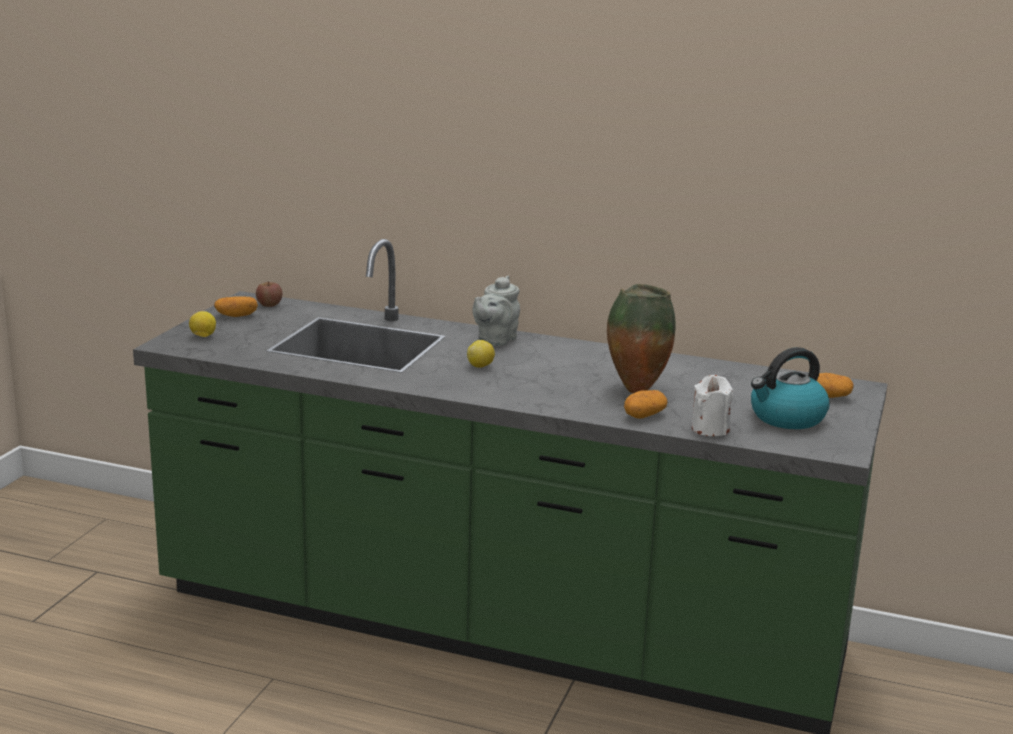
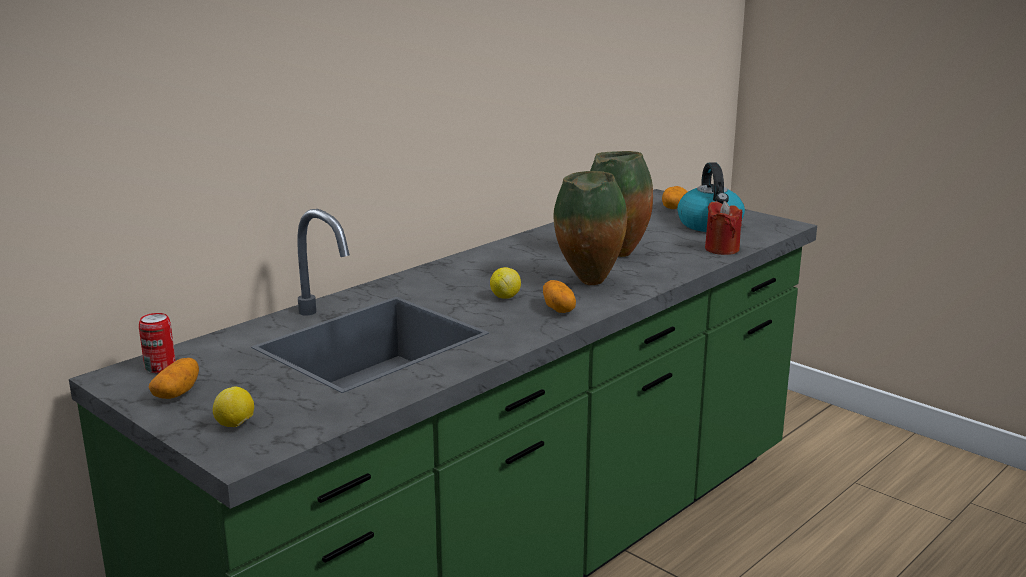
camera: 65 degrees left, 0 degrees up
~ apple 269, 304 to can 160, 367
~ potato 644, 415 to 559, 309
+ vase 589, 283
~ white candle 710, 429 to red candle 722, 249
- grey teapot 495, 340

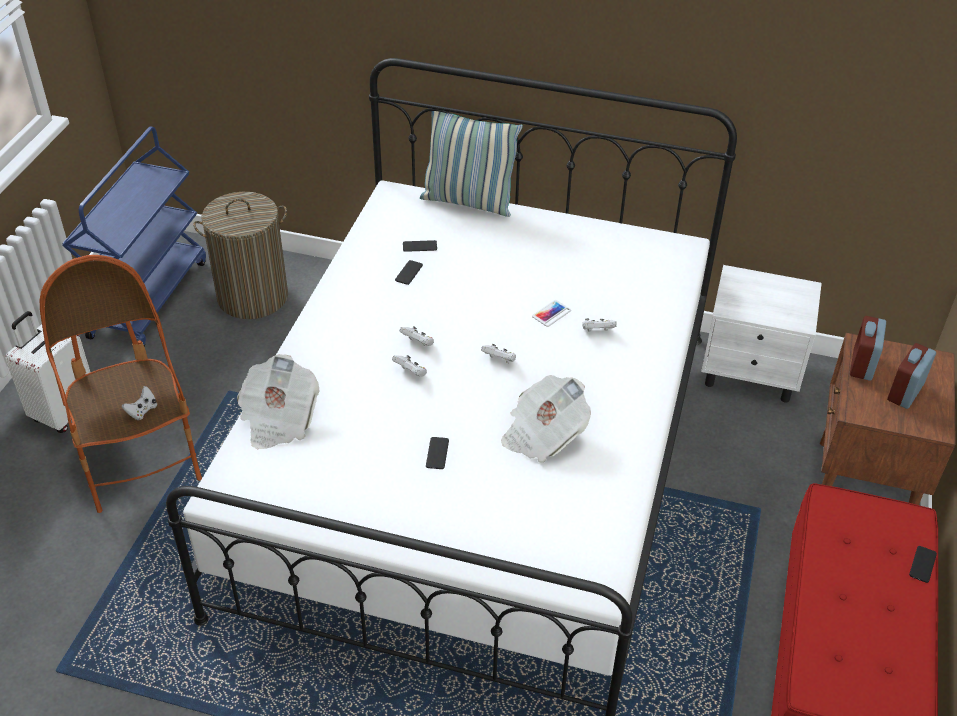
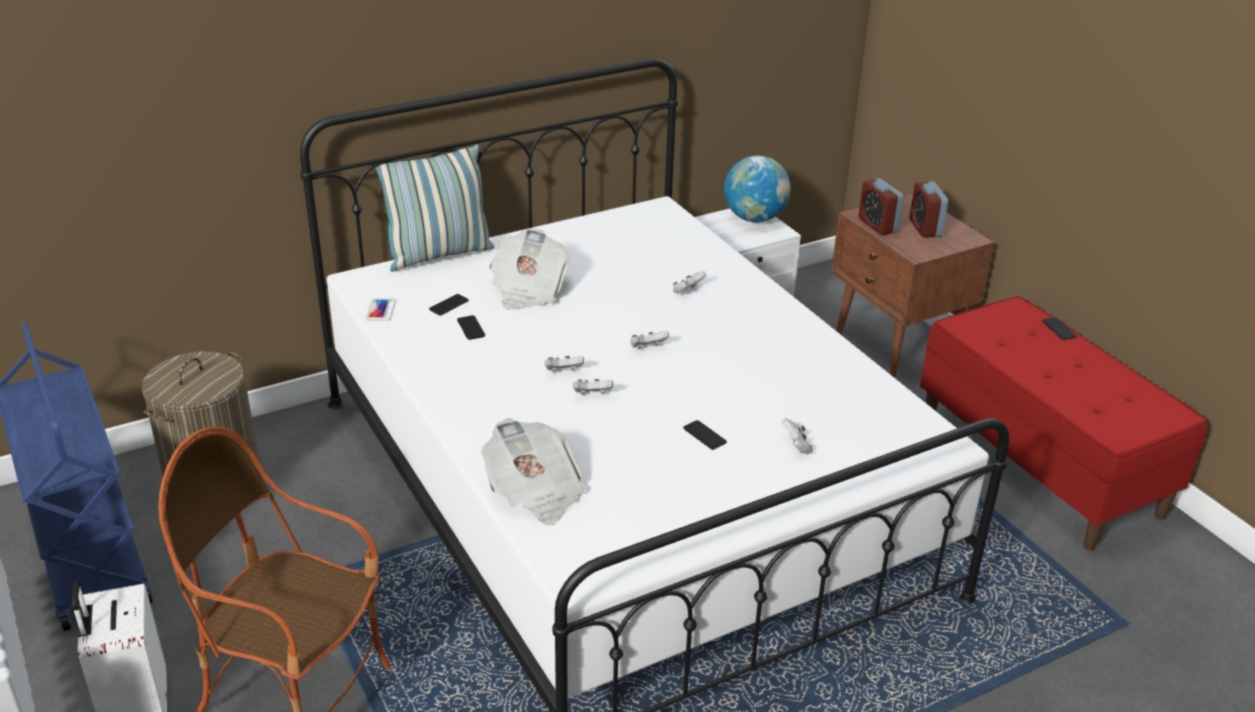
camera: 45 degrees left, 10 degrees down
~ phone 551, 313 to 380, 310
~ newspaper 543, 434 to 528, 290
+ globe 754, 218
~ white game controller 142, 411 to 796, 446

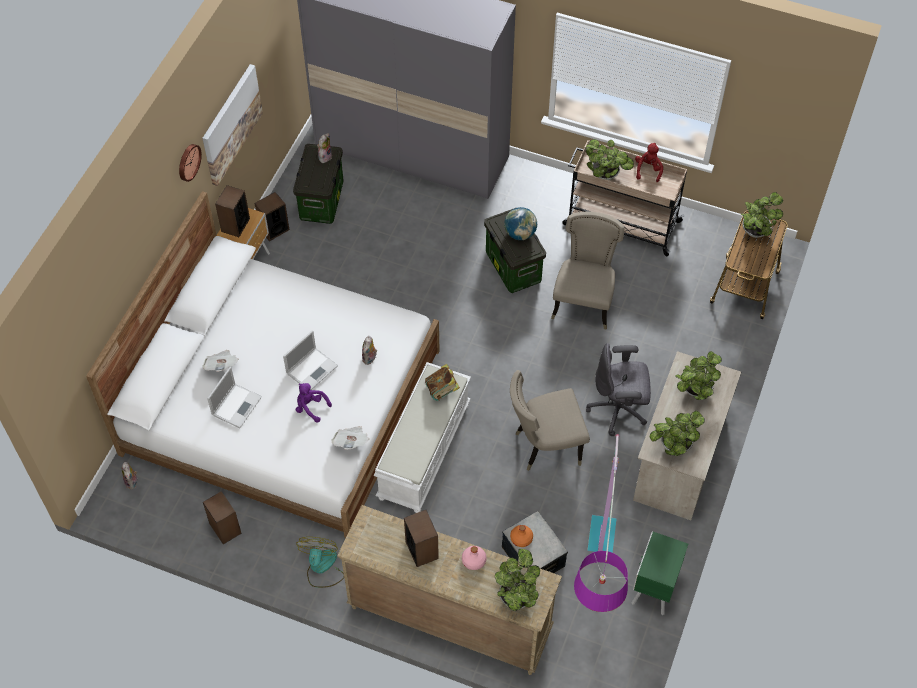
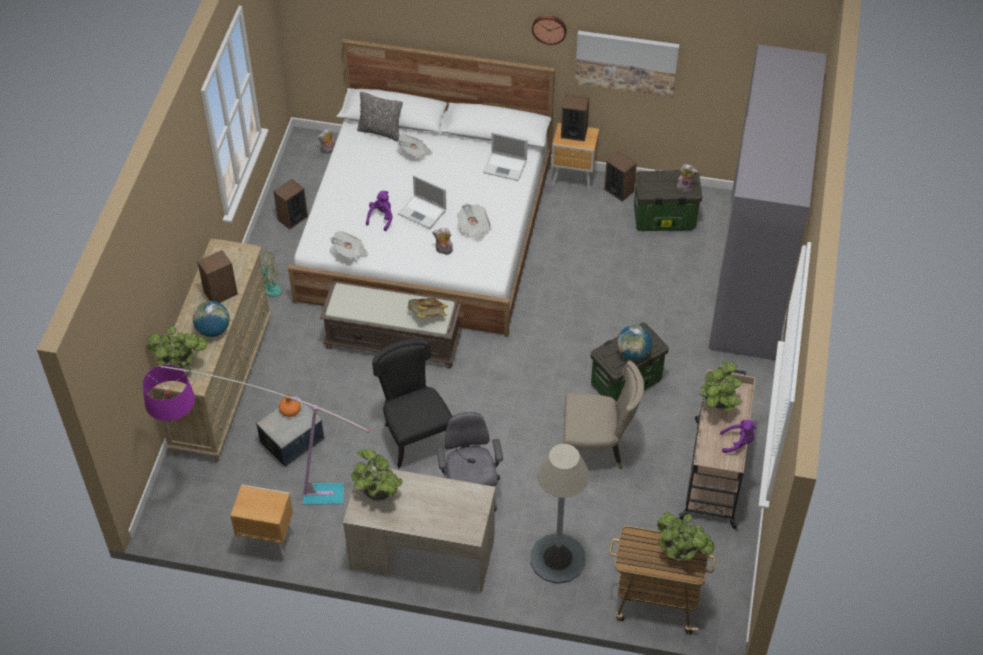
camera: 80 degrees right, 5 degrees down
~ pink bottle 473, 560 to globe 213, 330
~ green nightstand 653, 591 to brown nightstand 267, 542
~ white bench 423, 450 to brown bench 394, 341
+ pillow 380, 132
~ beige chair 544, 446 to black chair 415, 435
+ newspaper 474, 229
~ laptop 237, 405 to 506, 166
+ grey floor lamp 557, 559
~ red plush toy 648, 170 to purple plush toy 738, 442
- potted plant 694, 391

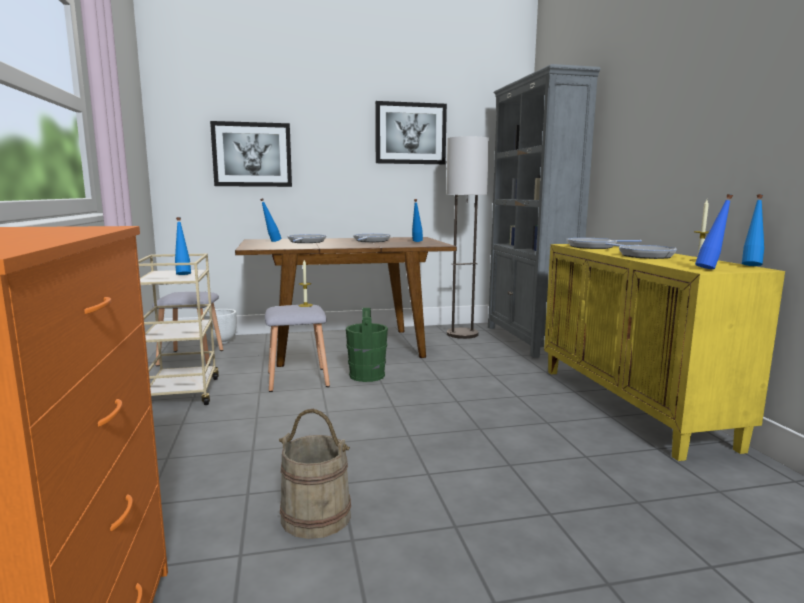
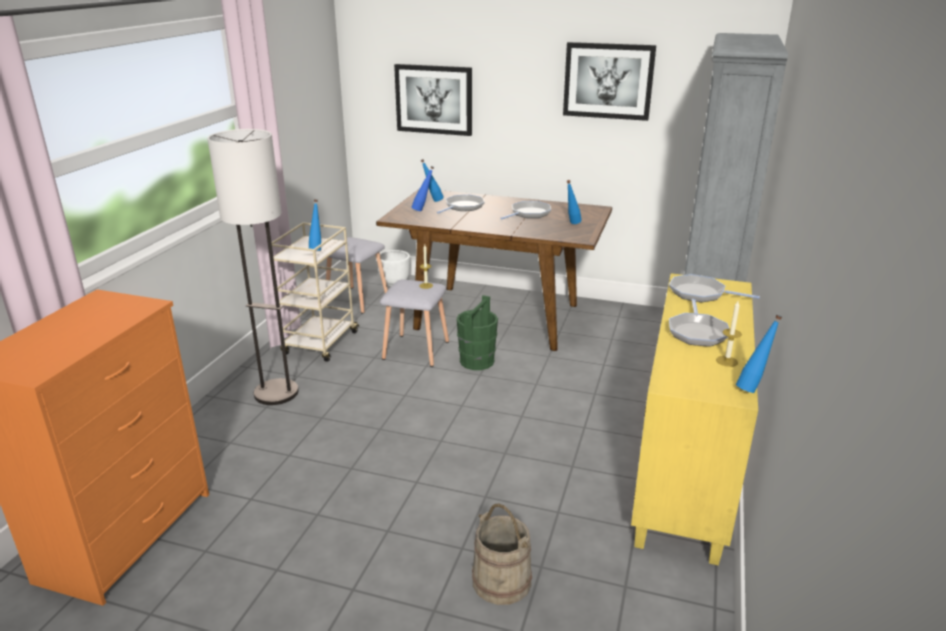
camera: 30 degrees right, 15 degrees up
~ floor lamp 462, 334 to 276, 393
~ blue bottle 711, 268 to 423, 210
~ beige bucket 316, 516 to 502, 581

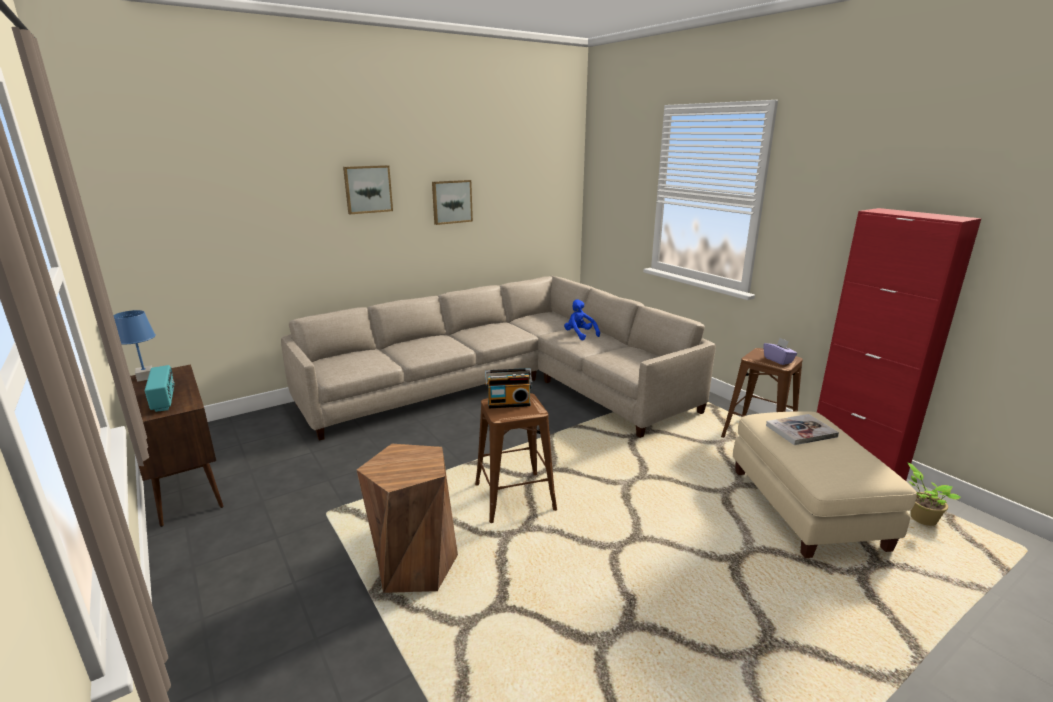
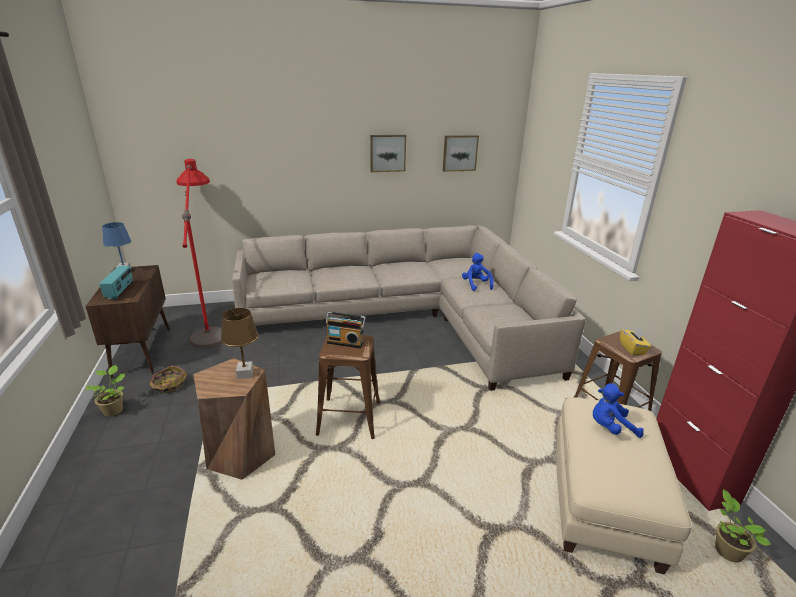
camera: 20 degrees right, 5 degrees up
+ potted plant 114, 410
+ basket 168, 385
+ red floor lamp 211, 326
+ brown table lamp 245, 373
~ picture 367, 189 to 459, 153
~ book 801, 431 to blue plush toy 610, 428
~ purple tissue box 778, 360 to yellow tissue box 632, 349

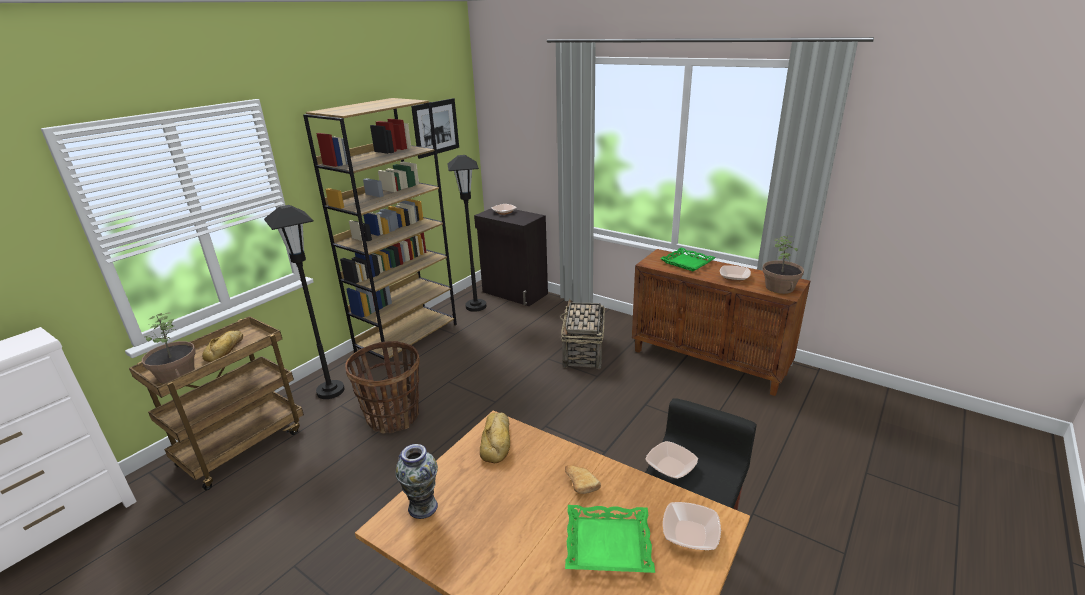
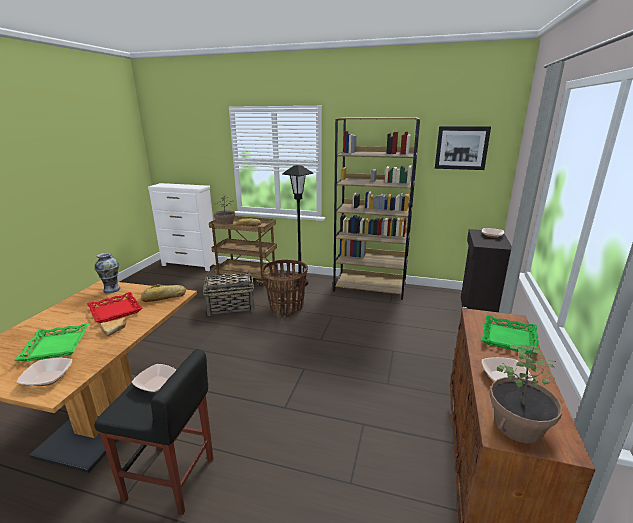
camera: 70 degrees right, 5 degrees down
+ red tray 116, 311
~ basket 583, 352 to 230, 307
- black floor lamp 476, 306

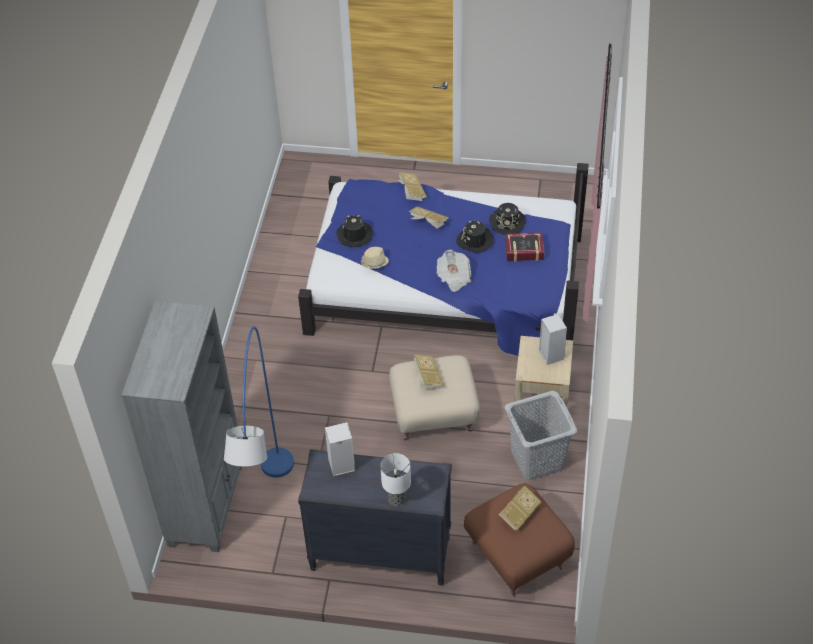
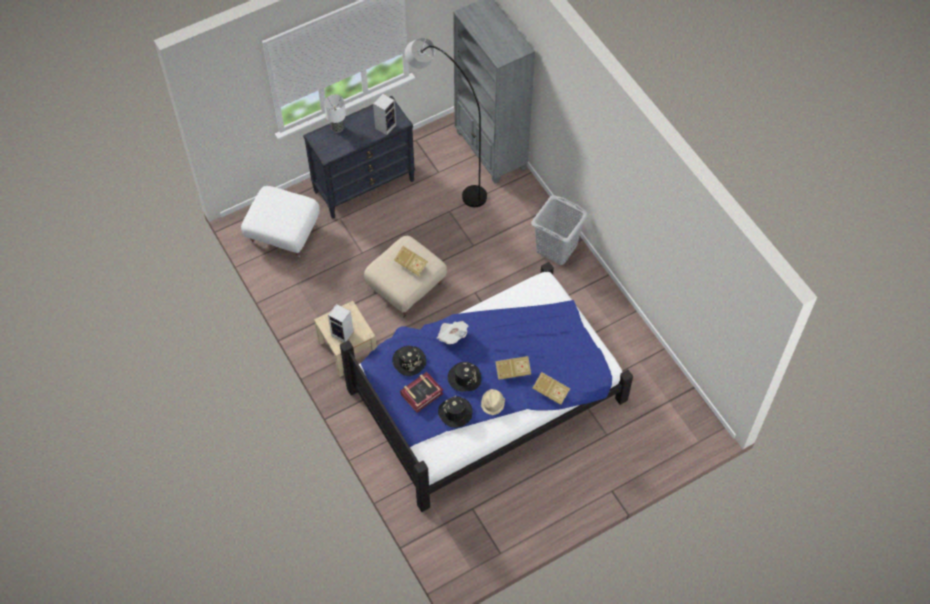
camera: 140 degrees right, 10 degrees up
~ brown ottoman 517, 556 to white ottoman 283, 234
~ black hat 354, 235 to 409, 361
~ blue floor lamp 272, 517 to grey floor lamp 446, 167
~ beige hat 374, 263 to 493, 403
~ grey laundry basket 536, 459 to 557, 248
- book 518, 514

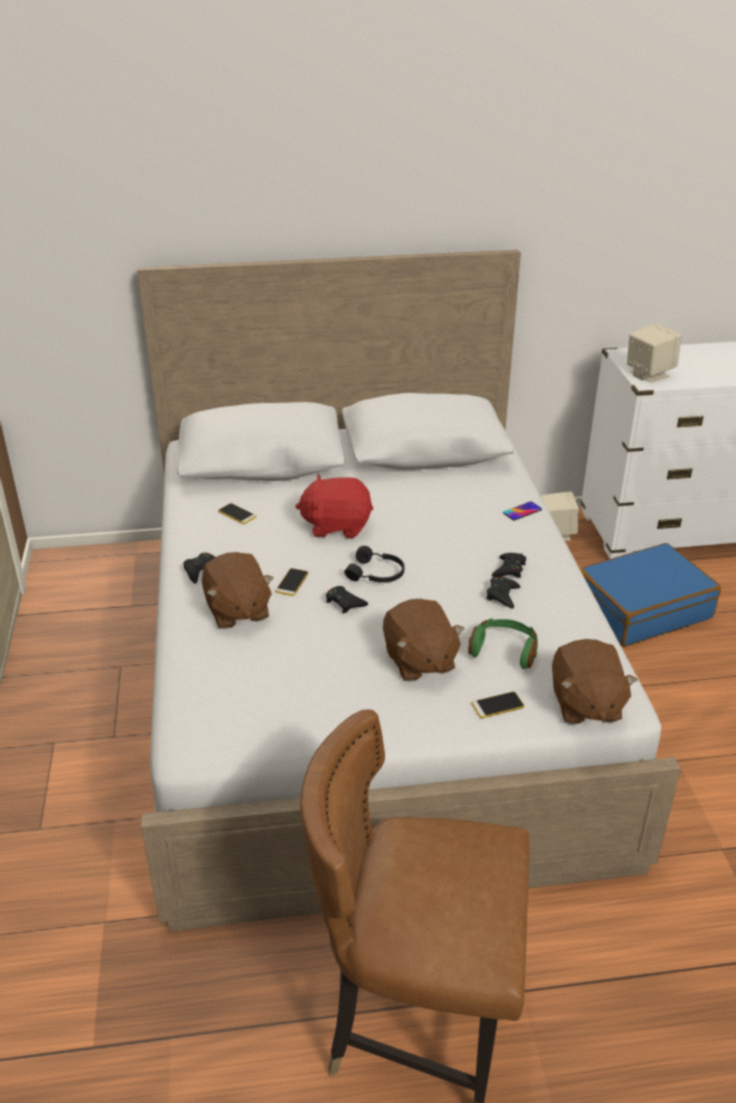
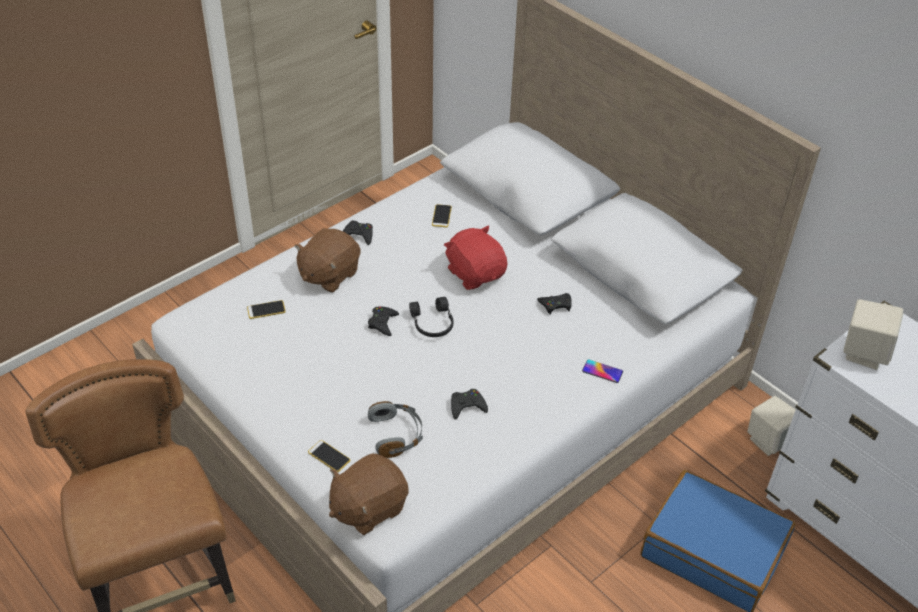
camera: 55 degrees right, 10 degrees up
~ phone 292, 582 to 266, 310
~ green headphones 504, 650 to grey headphones 396, 435
~ black game controller 509, 569 to 556, 305
- brown plush toy 419, 661

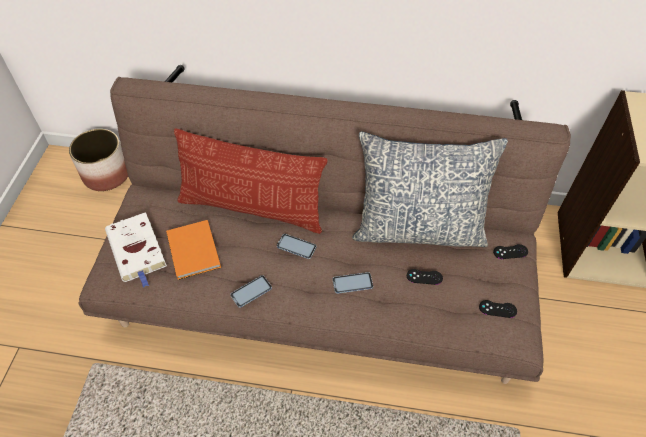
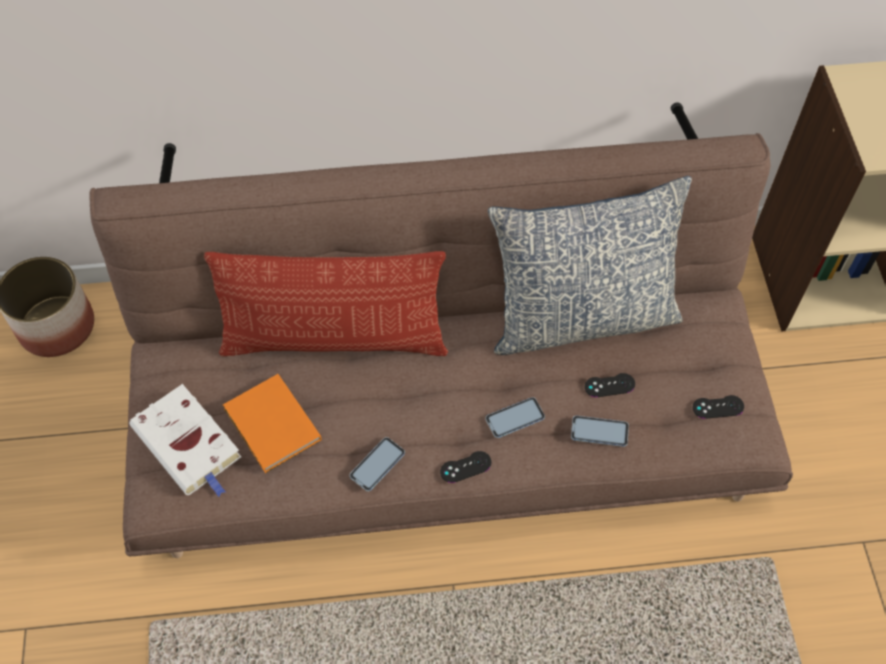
camera: 15 degrees left, 5 degrees up
~ black game controller 510, 252 to 465, 467
~ phone 296, 247 to 599, 432

